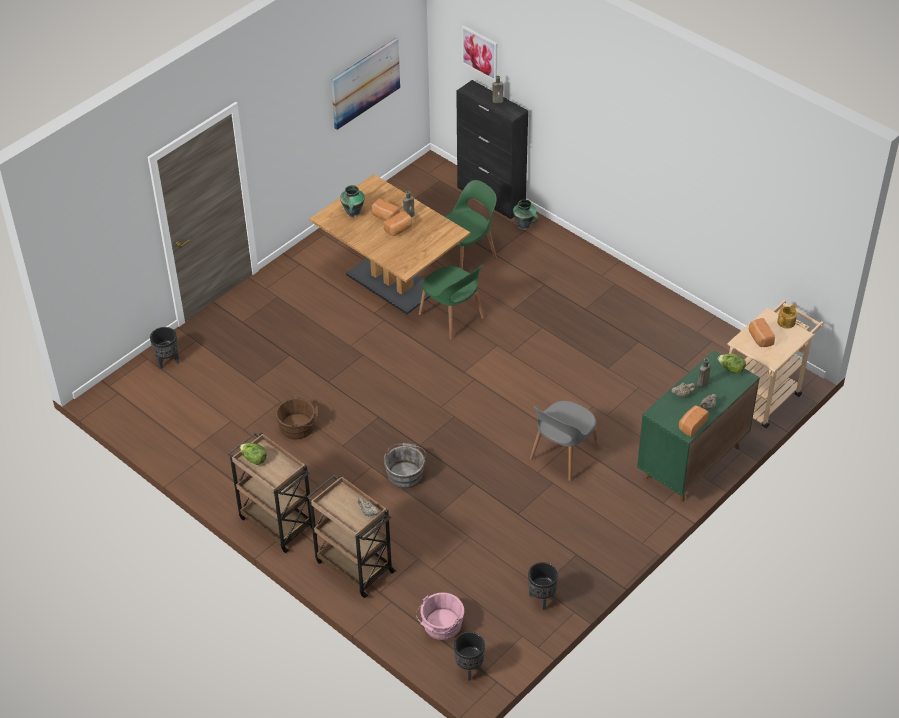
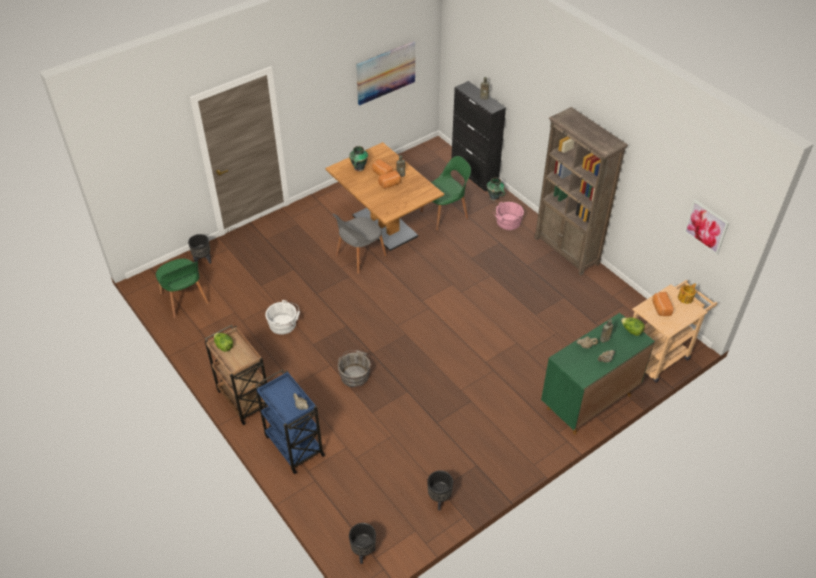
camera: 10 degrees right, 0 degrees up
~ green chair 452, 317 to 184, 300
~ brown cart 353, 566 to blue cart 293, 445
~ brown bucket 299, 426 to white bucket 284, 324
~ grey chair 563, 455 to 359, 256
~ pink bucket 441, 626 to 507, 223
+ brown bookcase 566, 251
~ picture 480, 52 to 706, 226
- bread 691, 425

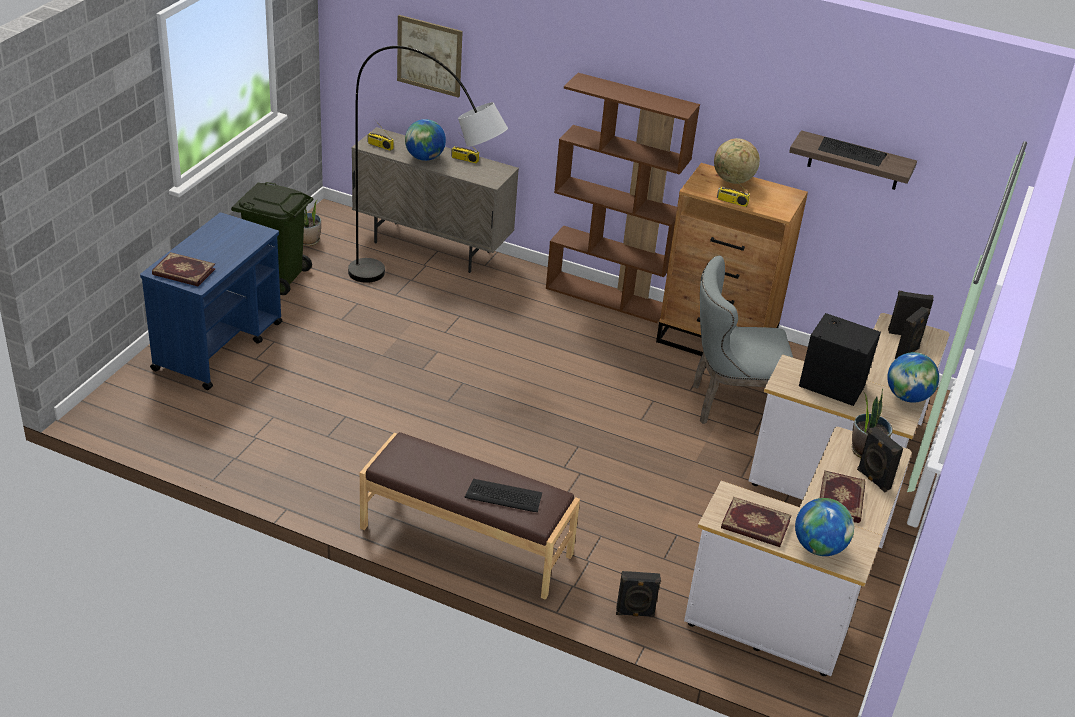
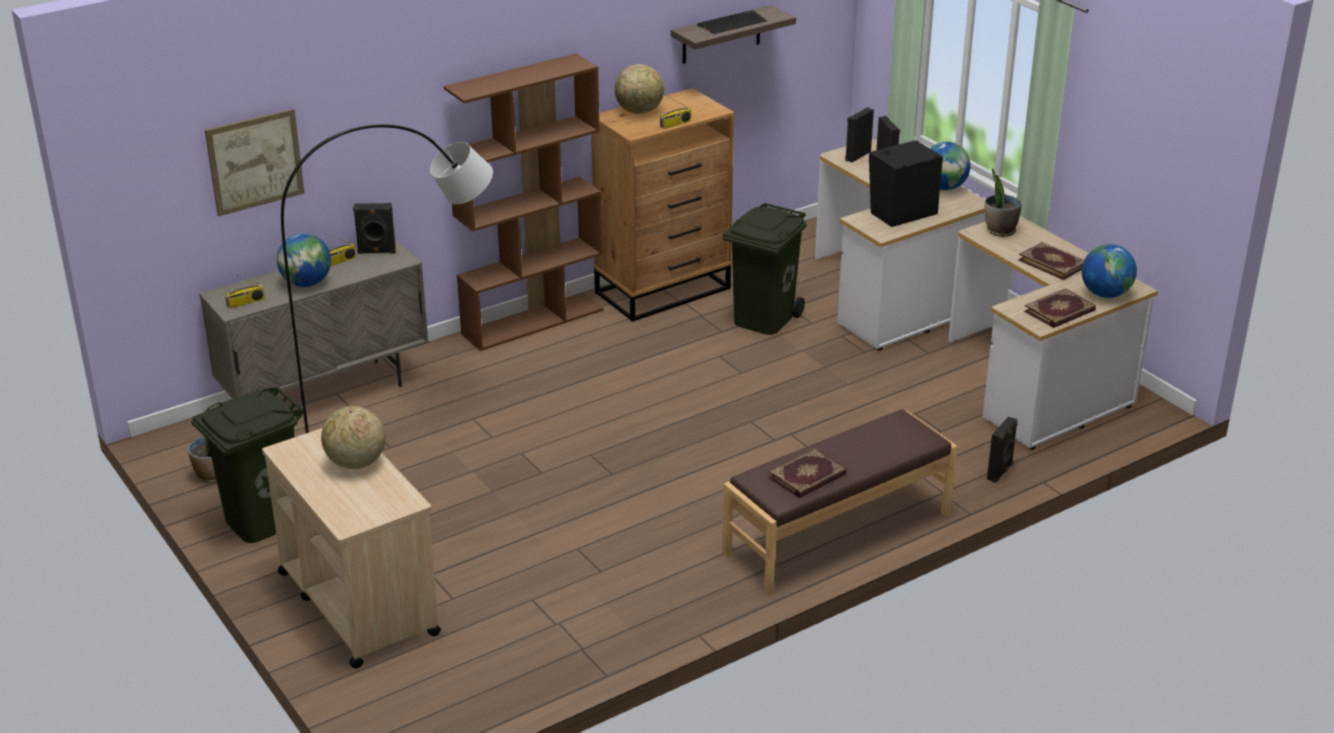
camera: 55 degrees left, 5 degrees down
~ blue cart 219, 345 to beige cart 357, 602
+ globe 355, 463
~ black speaker 872, 480 to 376, 252
~ grey chair 731, 405 to green trash can 762, 318
~ book 183, 272 to 808, 477
- keyboard 504, 496

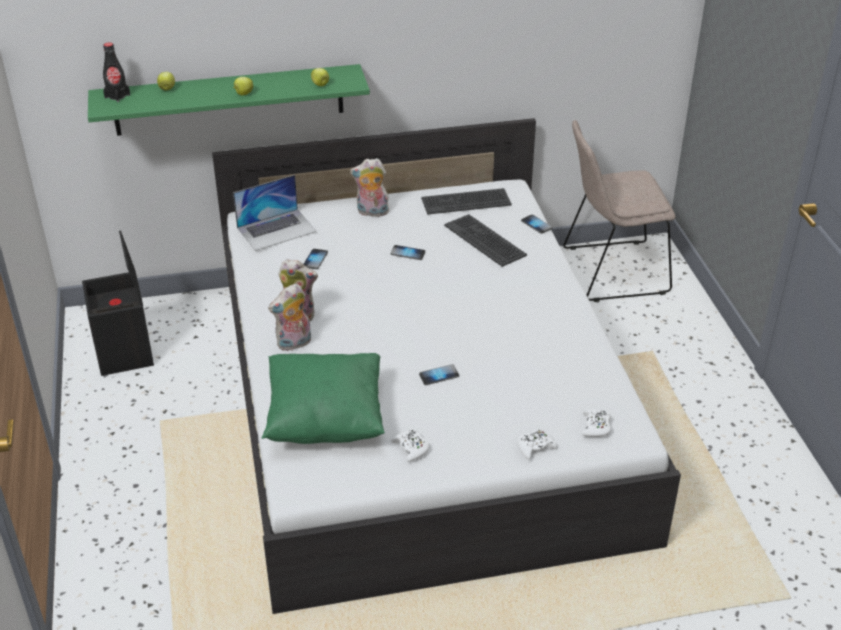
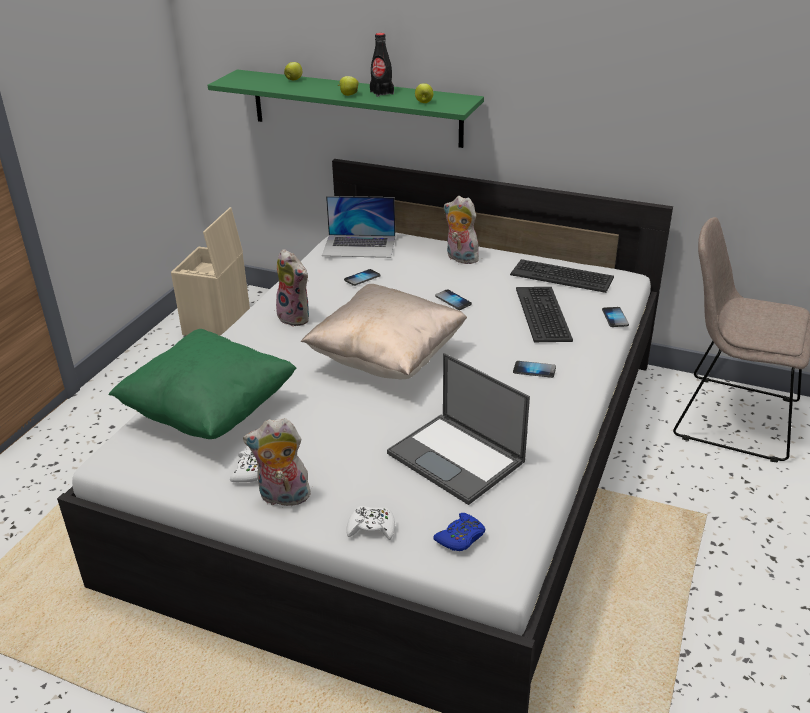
camera: 35 degrees right, 5 degrees down
~ black storage box 125, 353 to beige storage box 217, 325
~ plush toy 294, 344 to 283, 498
+ beige pillow 387, 358
~ black bottle 117, 96 to 382, 93
+ laptop 457, 458
~ white game controller 596, 427 to blue game controller 461, 537
~ phone 439, 375 to 534, 370

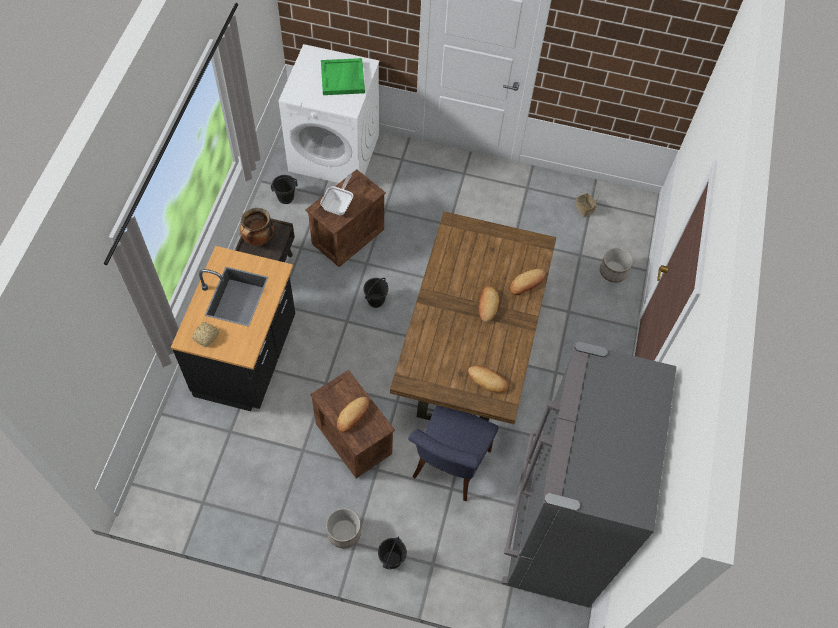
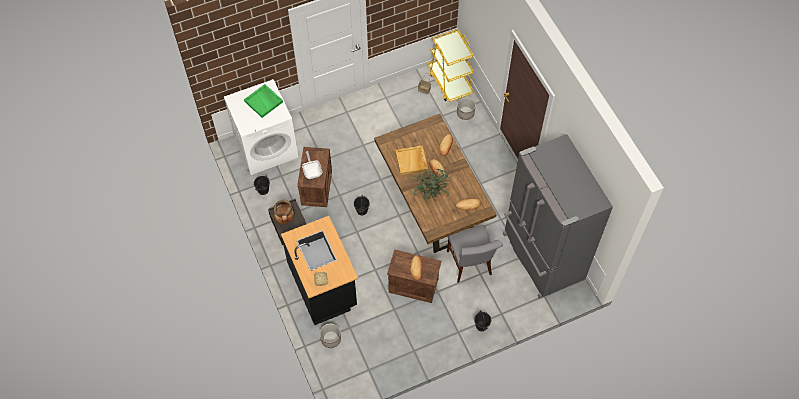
camera: 35 degrees left, 0 degrees up
~ planter 343, 532 to 330, 339
+ beige tray 411, 161
+ potted plant 430, 196
+ yellow cart 450, 82
~ blue chair 449, 468 to grey chair 470, 265

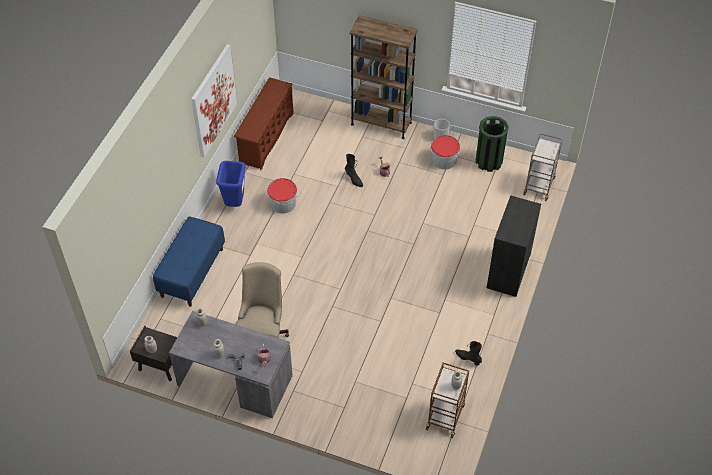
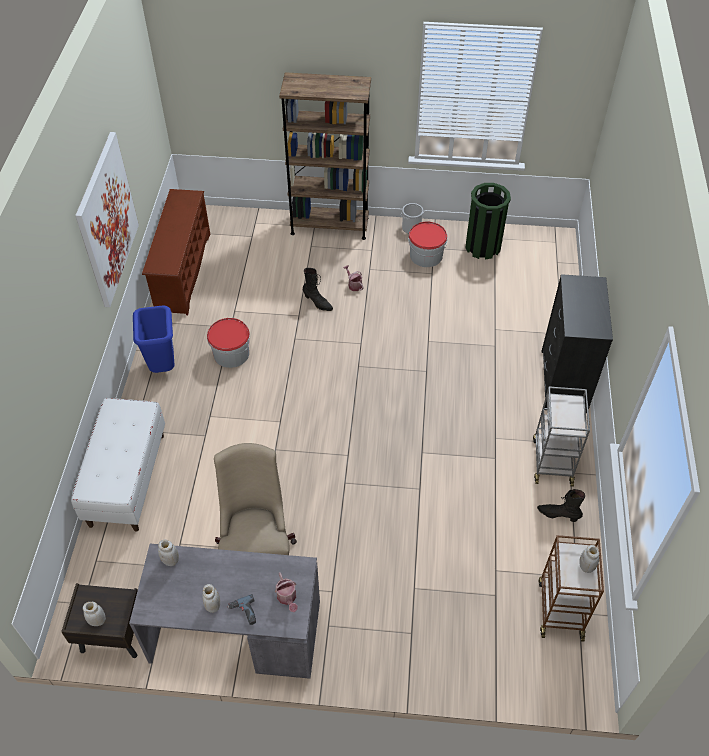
camera: 15 degrees left, 0 degrees up
~ blue bench 192, 272 to white bench 127, 479
~ grey cart 539, 185 to 552, 460

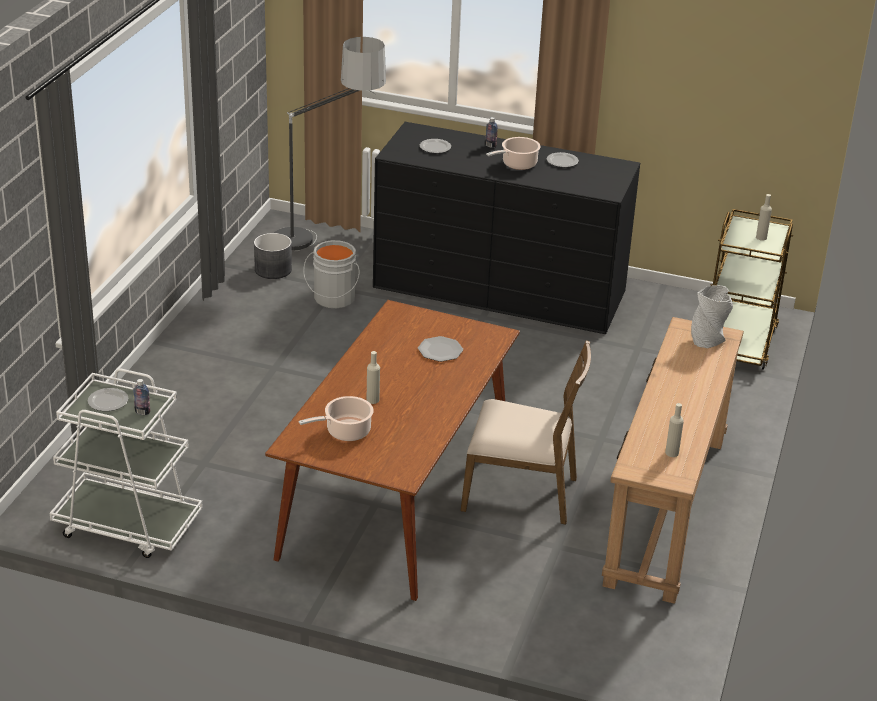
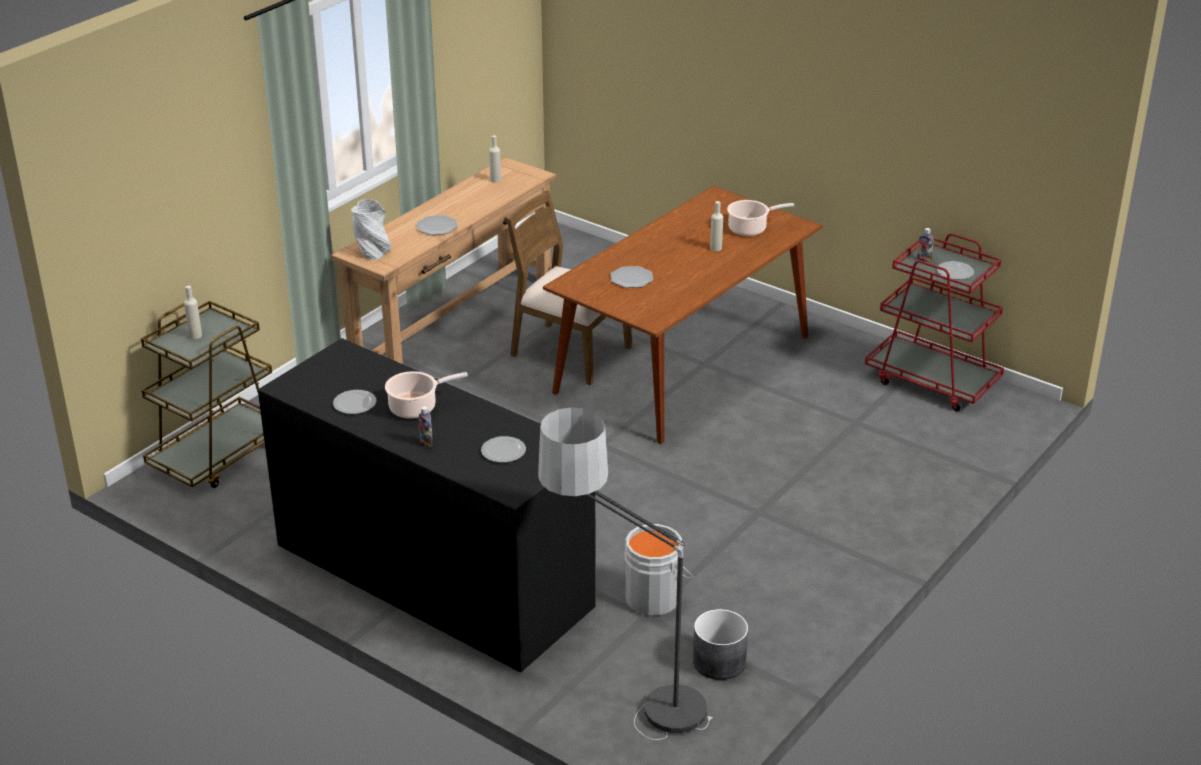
camera: 160 degrees left, 0 degrees up
+ plate 437, 226
~ white cart 127, 525 to red cart 932, 381

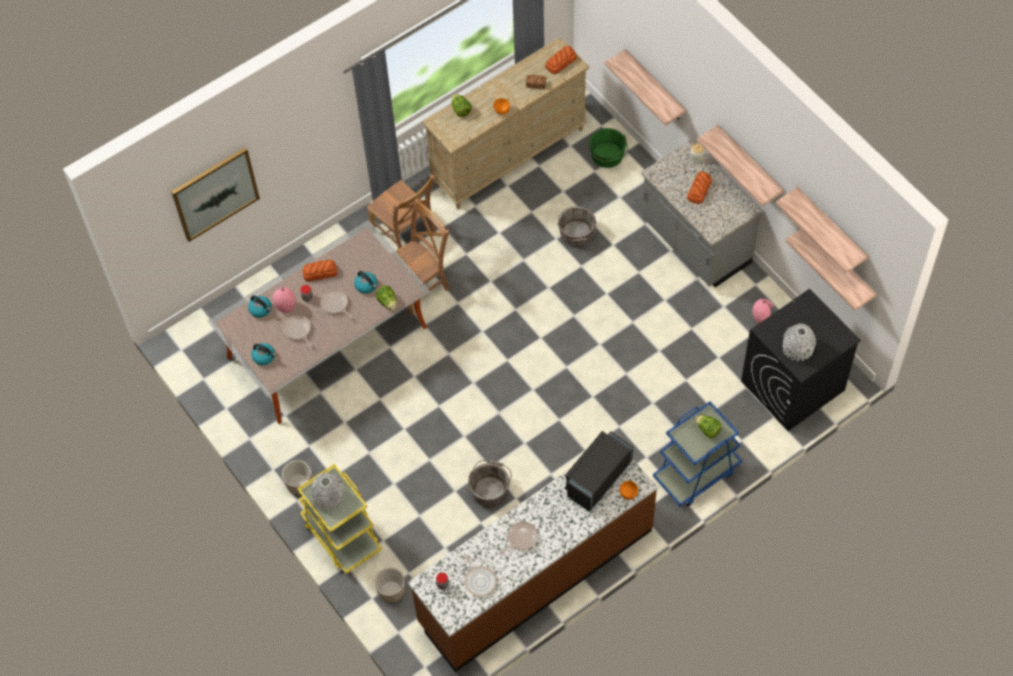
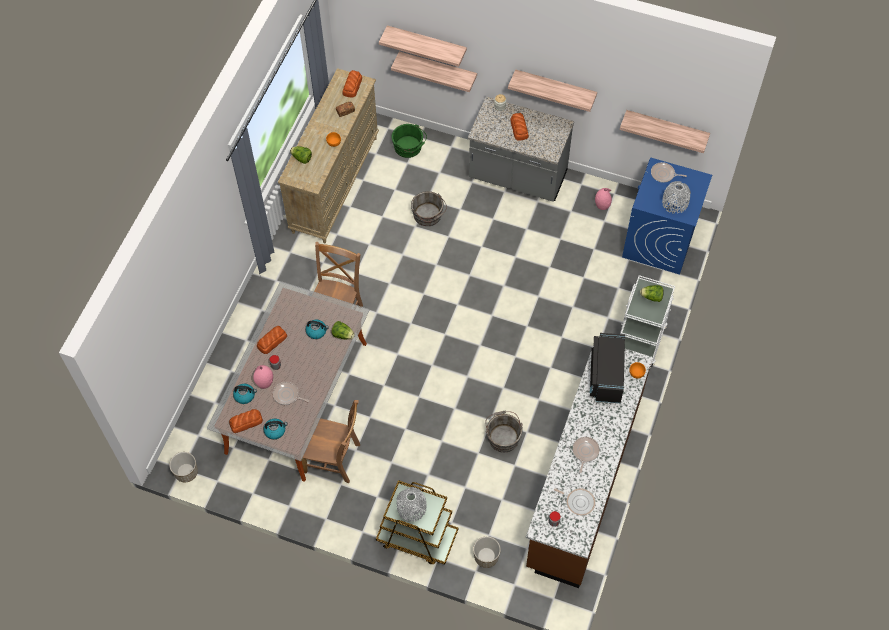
camera: 35 degrees left, 0 degrees up
~ planter 299, 484 to 186, 472
+ bread 246, 422
~ brown chair 405, 234 to 334, 459
~ yellow cart 341, 535 to brown cart 417, 537
~ shelf 830, 228 to 426, 43
~ blue cart 696, 473 to white cart 640, 339
~ black washing machine 792, 386 to blue washing machine 659, 241
~ frying pan 335, 304 to 664, 174
- picture 215, 193

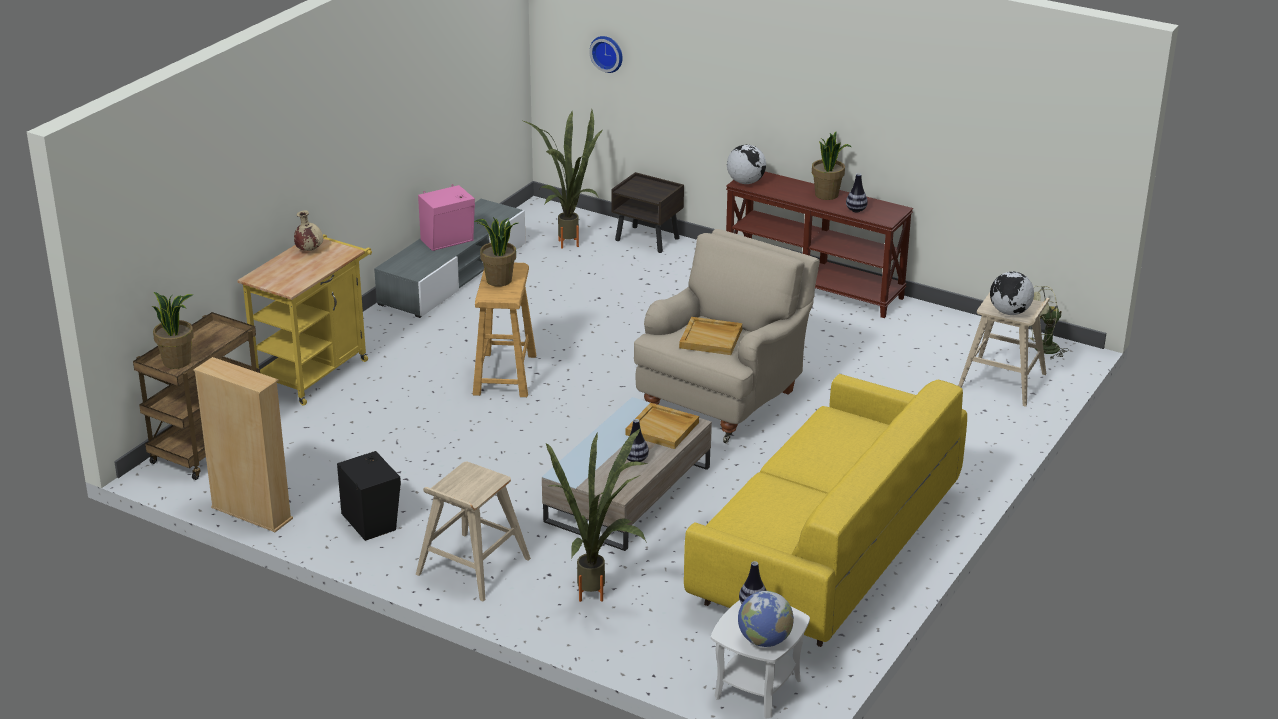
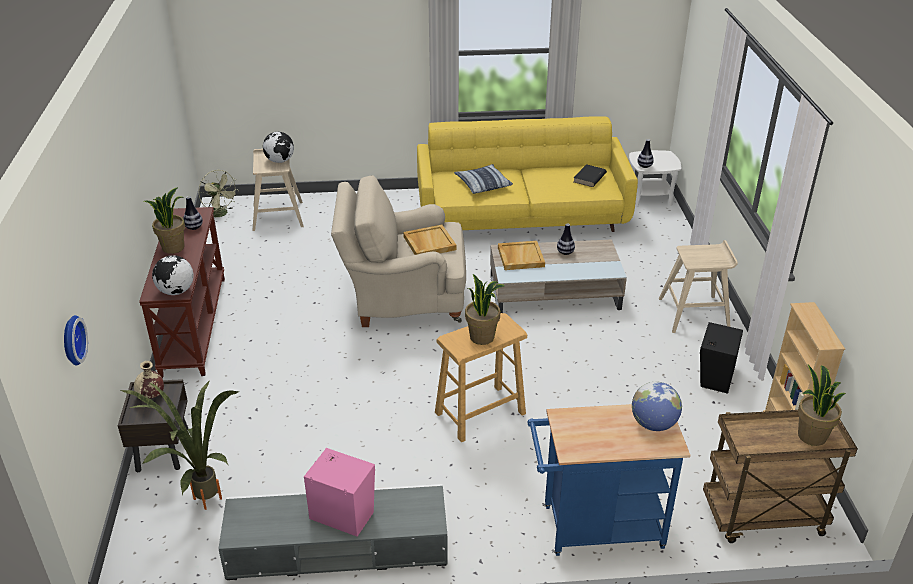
camera: 125 degrees left, 5 degrees up
~ beige vase 309, 250 to 151, 396
+ pillow 483, 184
~ yellow cart 316, 371 to blue cart 594, 528
+ black book 589, 178
~ globe 764, 640 to 653, 424
- potted plant 600, 596

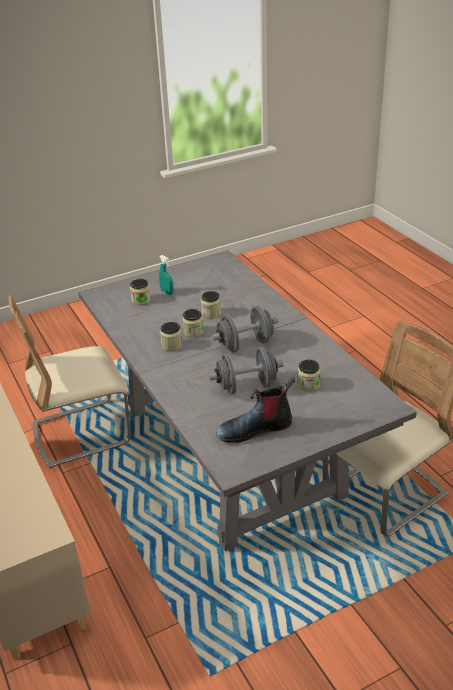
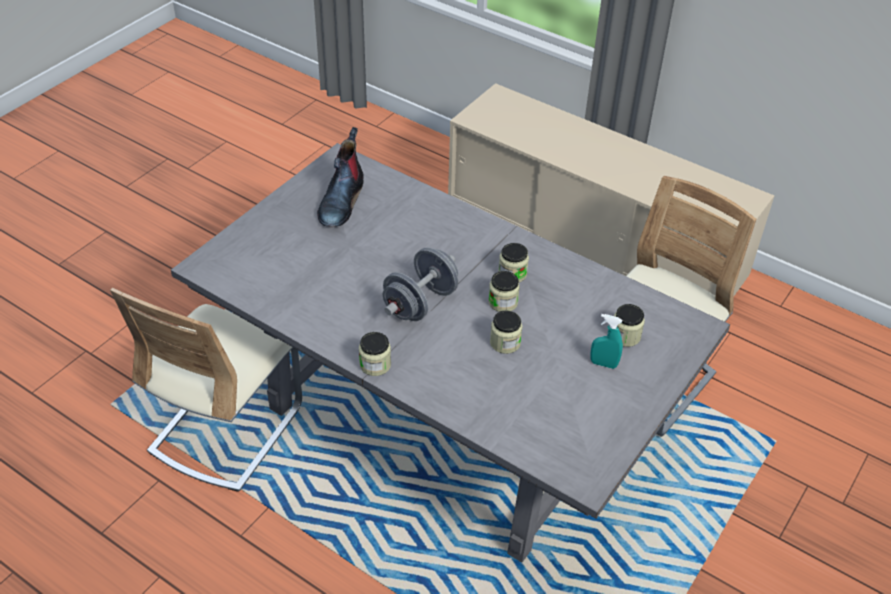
camera: 150 degrees right, 10 degrees up
~ boot 255, 429 = 341, 201 150 degrees clockwise
~ jar 308, 385 to 375, 364
- grey dumbbell 246, 386

